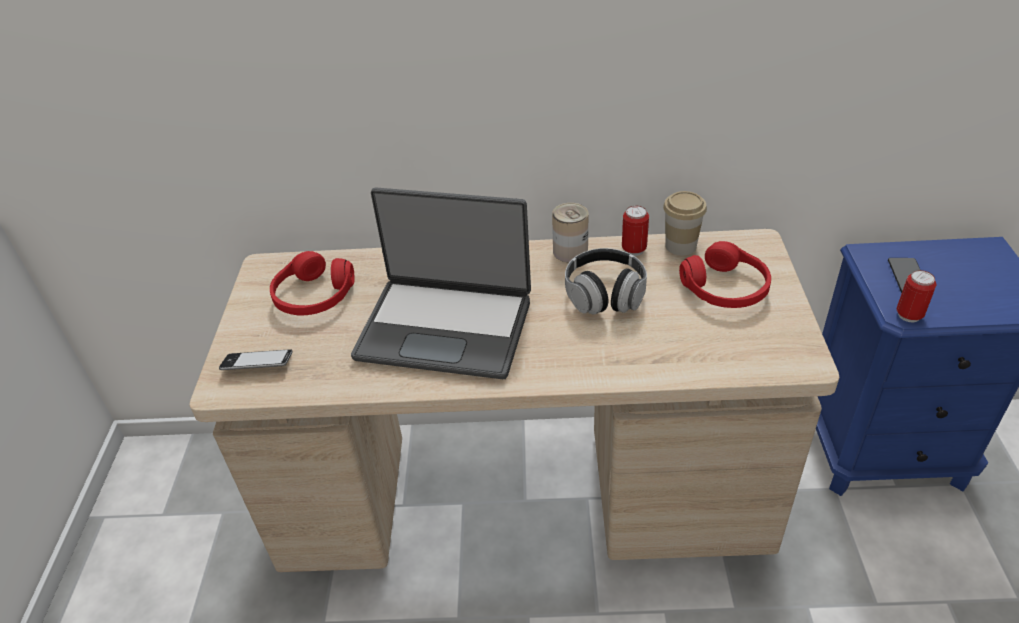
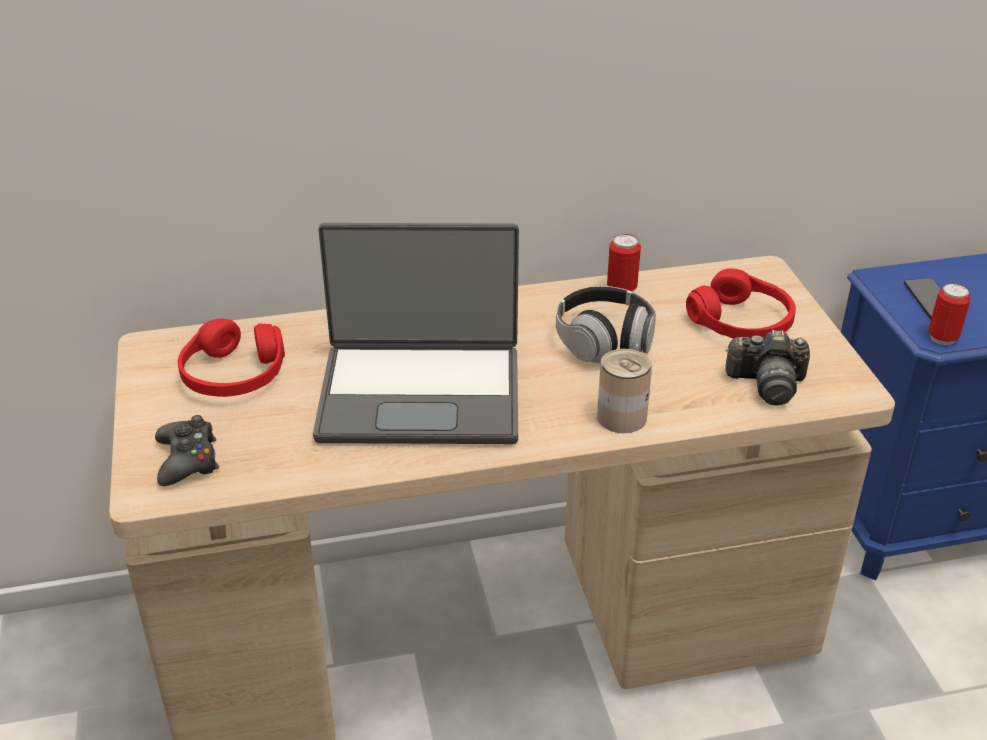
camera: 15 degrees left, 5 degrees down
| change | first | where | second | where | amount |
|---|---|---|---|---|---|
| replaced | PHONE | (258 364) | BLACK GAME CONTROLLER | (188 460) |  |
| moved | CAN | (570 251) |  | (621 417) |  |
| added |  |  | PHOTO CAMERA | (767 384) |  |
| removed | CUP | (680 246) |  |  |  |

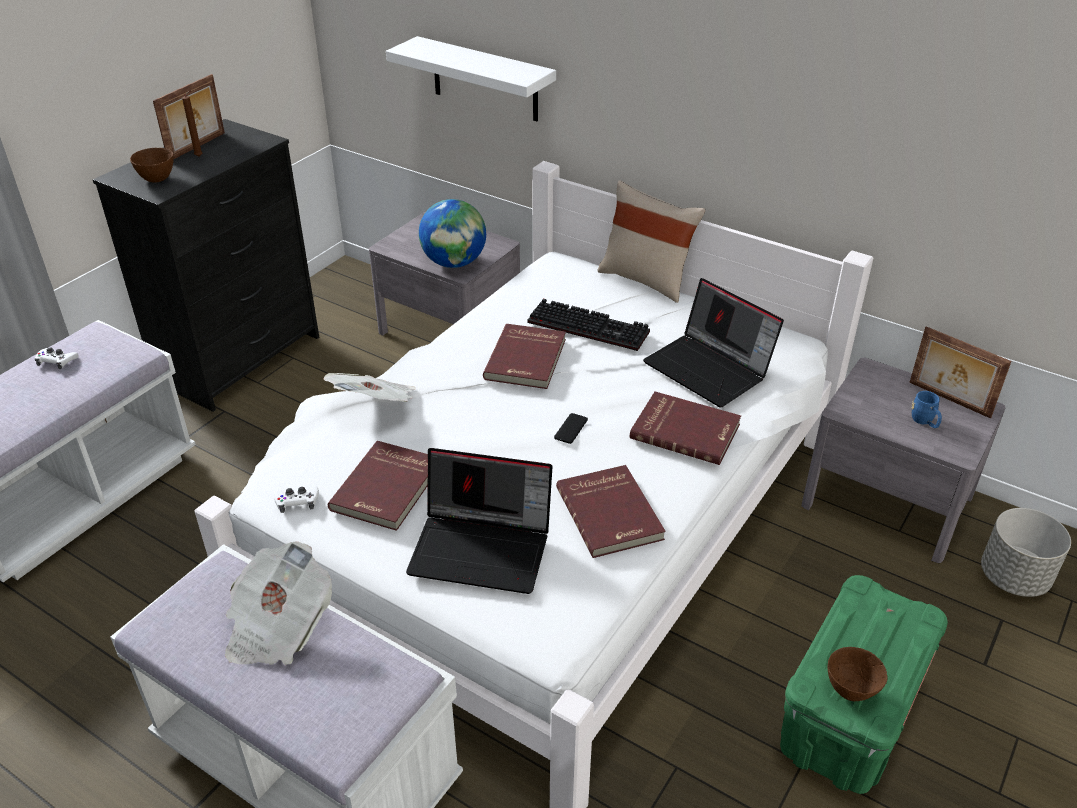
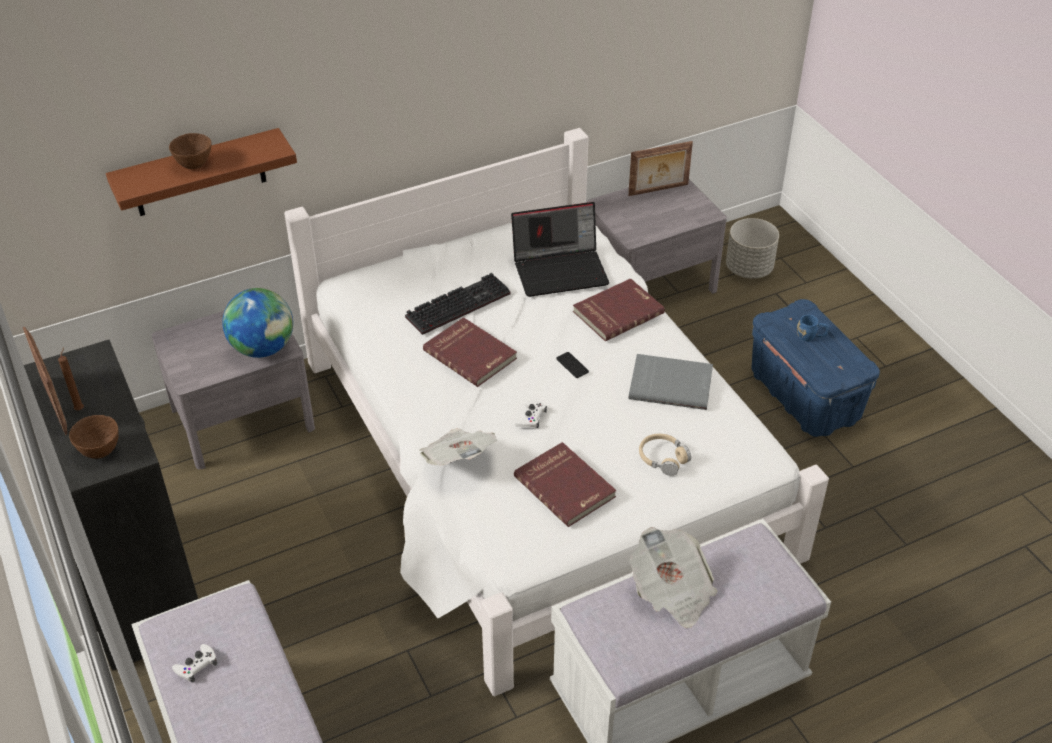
camera: 60 degrees left, 5 degrees up
| change | first | where | second | where | amount |
|---|---|---|---|---|---|
| recoloured | WHITE SHELF | (485 79) | BROWN SHELF | (199 173) |  |
| moved | BROWN BOWL | (850 689) |  | (193 164) |  |
| moved | WHITE GAME CONTROLLER | (297 502) |  | (531 418) |  |
| recoloured | RED BOOK | (611 513) | GREY BOOK | (670 384) |  |
| replaced | LAPTOP | (483 548) | BEIGE HEADPHONES | (663 458) |  |
| recoloured | GREEN STORAGE BOX | (849 719) | BLUE STORAGE BOX | (805 397) |  |
| moved | BLUE MUG | (925 422) |  | (810 337) |  |
| removed | BEIGE PILLOW | (646 279) |  |  |  |

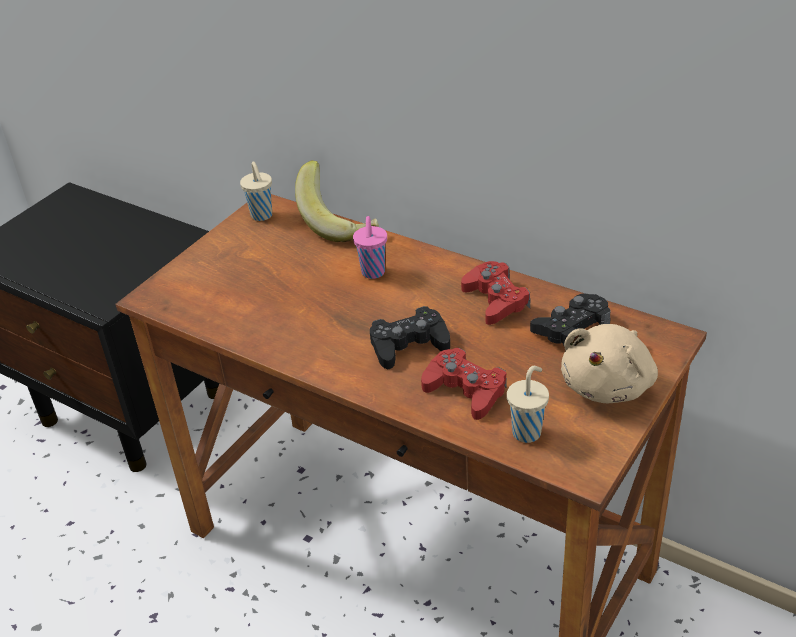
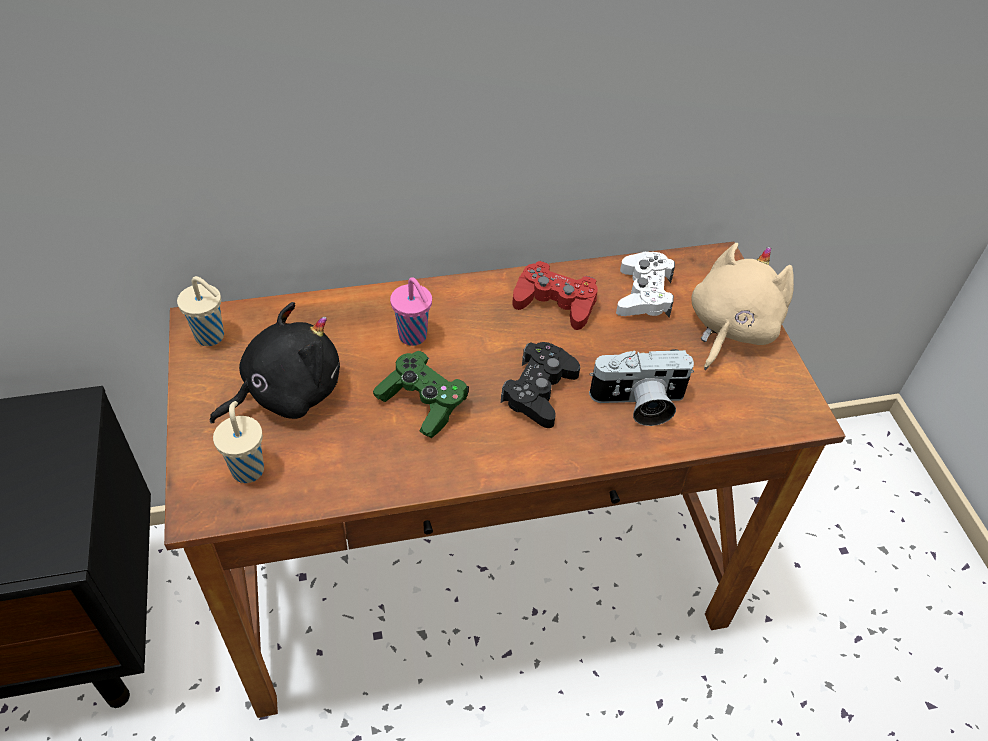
camera: 50 degrees left, 10 degrees up
| change | first | where | second | where | amount |
|---|---|---|---|---|---|
| added |  |  | BLACK PLUSH TOY | (286 392) |  |
| moved | BEIGE CUP | (527 432) |  | (248 468) |  |
| added |  |  | GREEN GAME CONTROLLER | (422 403) |  |
| replaced | RED GAME CONTROLLER | (465 390) | PHOTO CAMERA | (638 404) |  |
| recoloured | BLACK GAME CONTROLLER | (571 328) | WHITE GAME CONTROLLER | (644 294) |  |
| turned | BEIGE PLUSH TOY | (609 385) |  | (730 328) | 135 degrees counterclockwise |
| removed | BANANA | (339 223) |  |  |  |

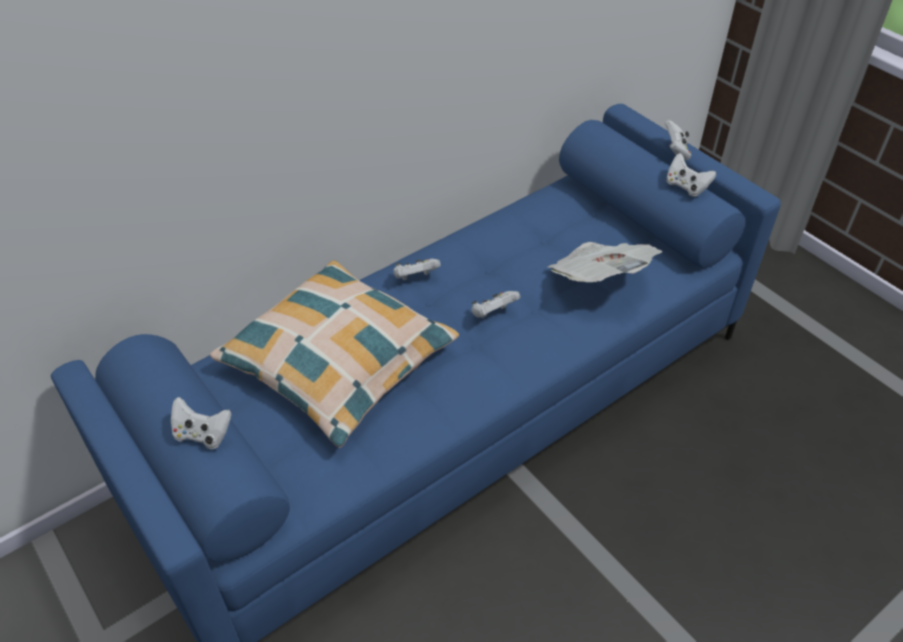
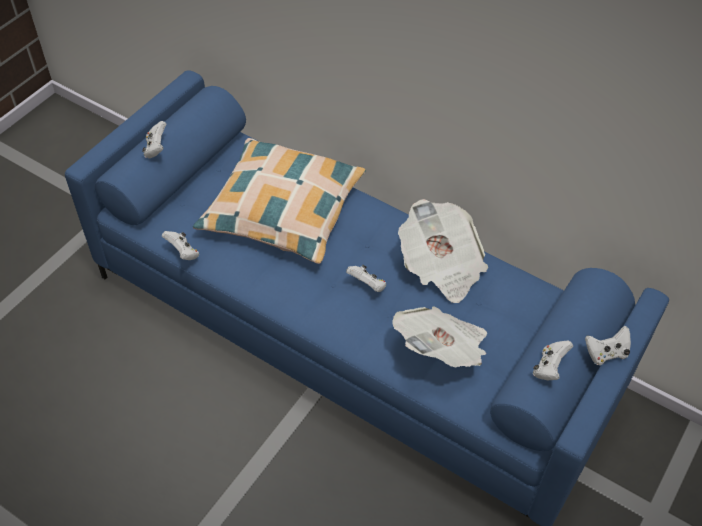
camera: 70 degrees right, 5 degrees up
| change | first | where | second | where | amount |
|---|---|---|---|---|---|
| moved | WHITE GAME CONTROLLER | (415 278) |  | (183 253) |  |
| added |  |  | NEWSPAPER | (441 266) |  |

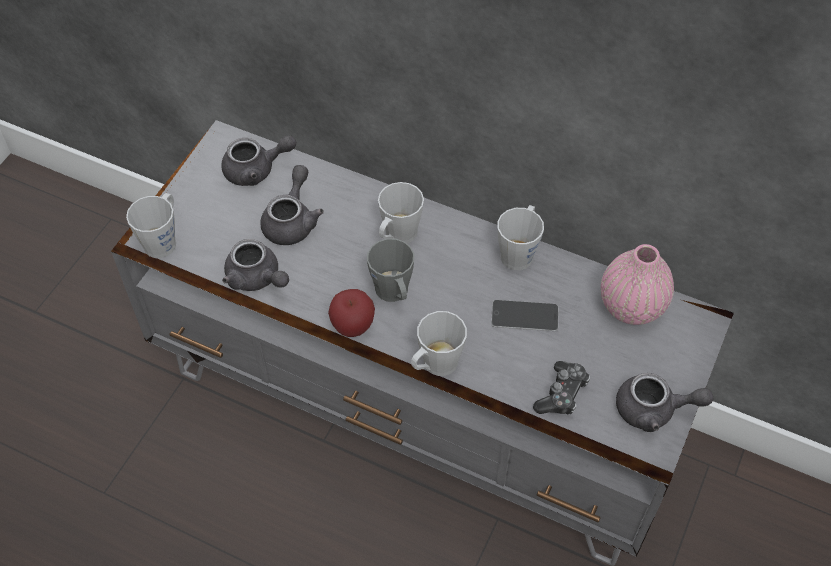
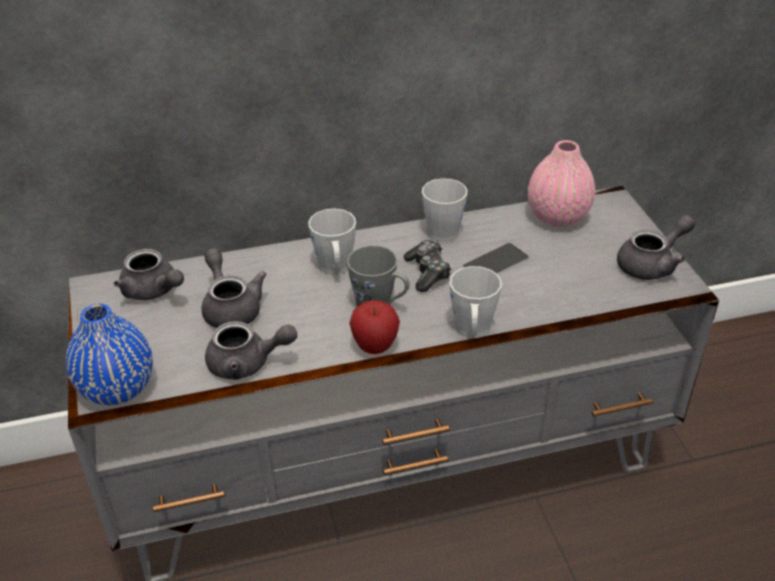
camera: 40 degrees left, 15 degrees down
| change | first | where | second | where | amount |
|---|---|---|---|---|---|
| replaced | GREY MUG | (163 240) | BLUE VASE | (117 388) |  |
| turned | GREY TEAPOT | (256 170) |  | (153 291) | 90 degrees clockwise |
| moved | GAME CONTROLLER | (562 394) |  | (428 272) |  |

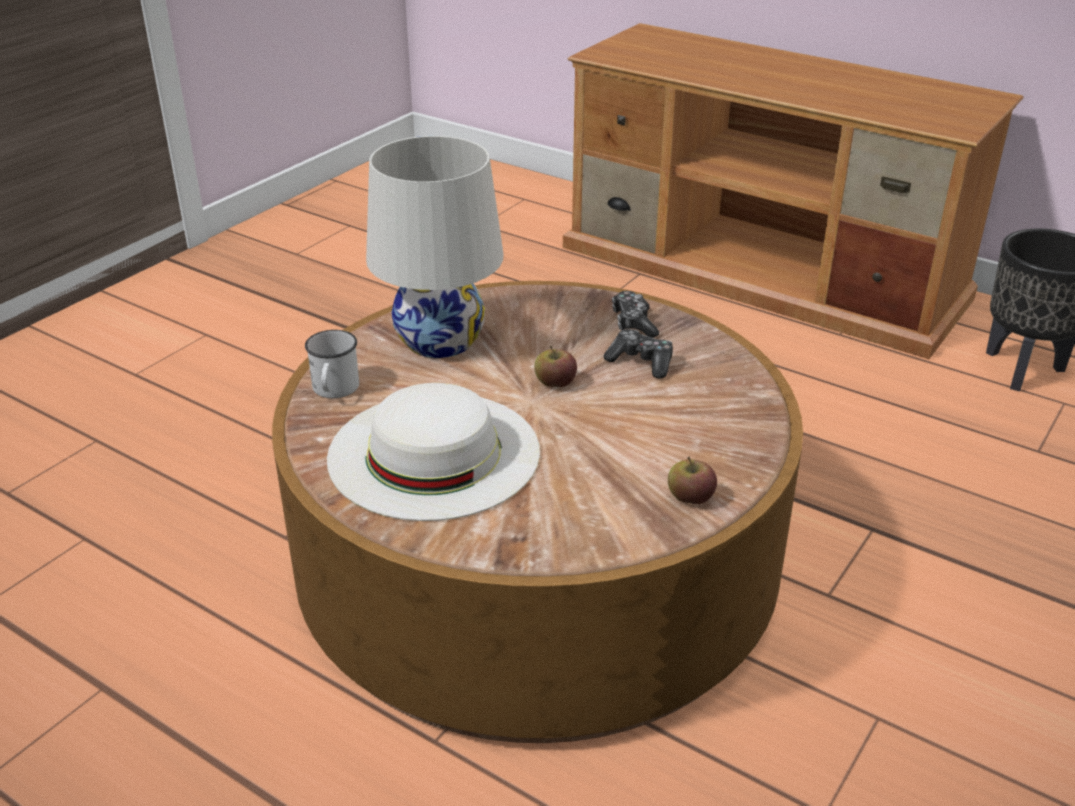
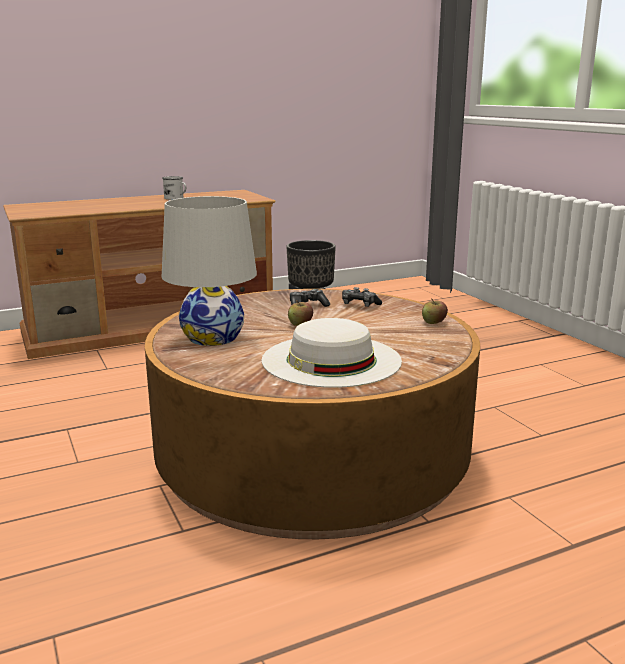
camera: 60 degrees left, 15 degrees down
| change | first | where | second | where | amount |
|---|---|---|---|---|---|
| moved | WHITE MUG | (334 390) |  | (176 198) |  |
| moved | GAME CONTROLLER | (633 323) |  | (359 305) |  |

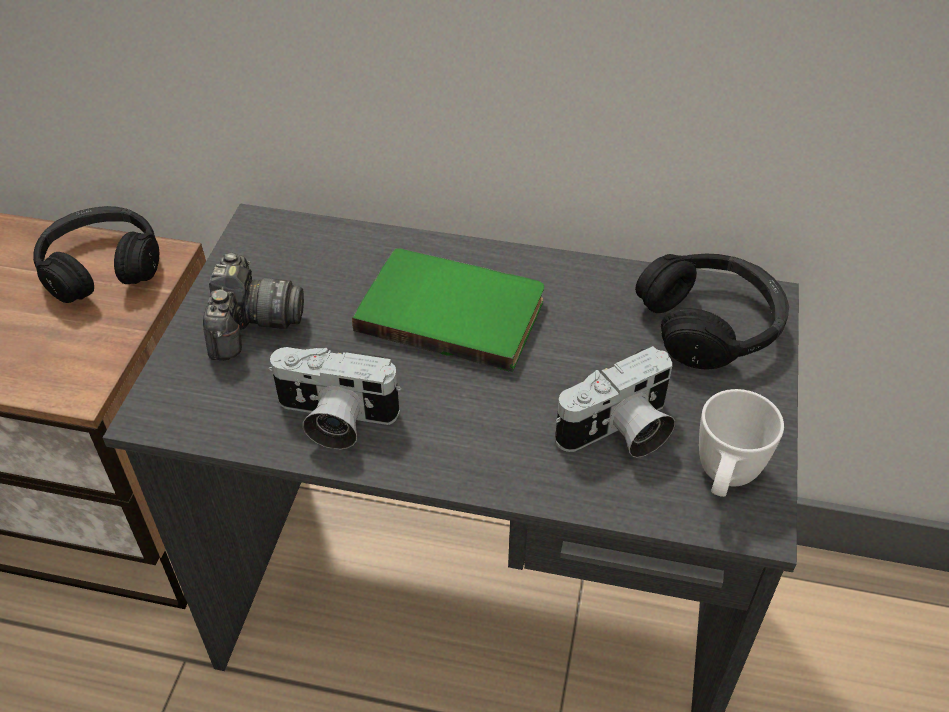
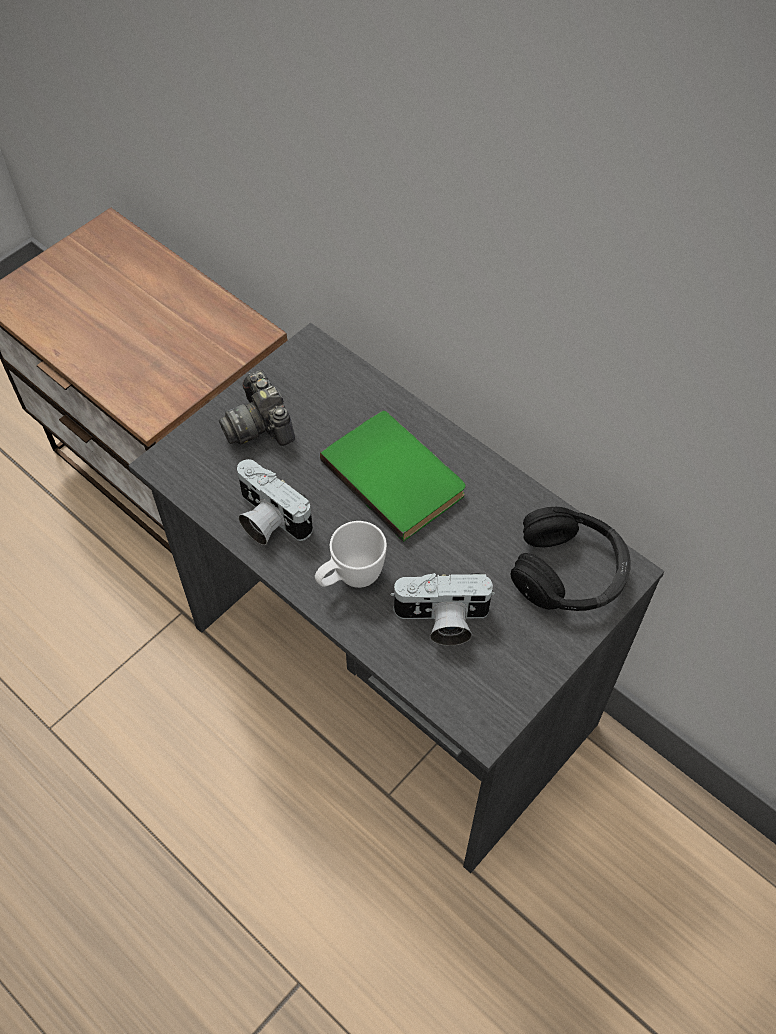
camera: 30 degrees right, 10 degrees up
| change | first | where | second | where | amount |
|---|---|---|---|---|---|
| turned | PHOTO CAMERA | (251 324) |  | (260 425) | 120 degrees clockwise |
| moved | WHITE MUG | (724 480) |  | (350 579) |  |
| removed | BLACK HEADPHONES | (102 267) |  |  |  |

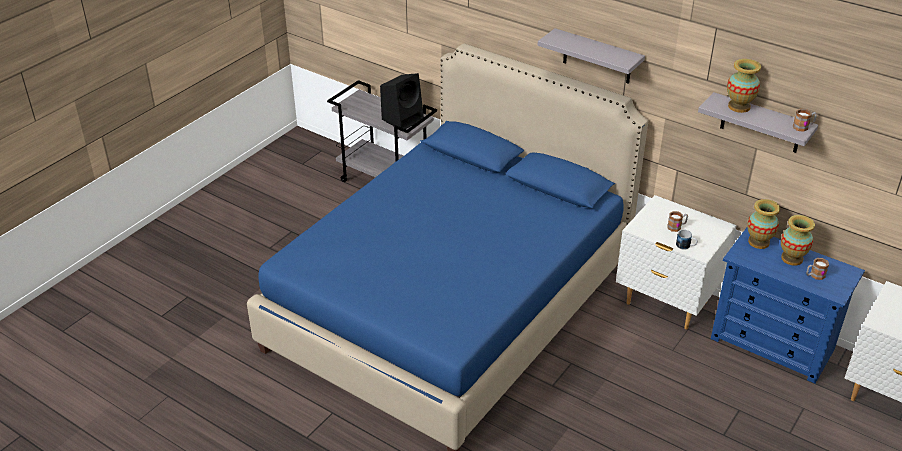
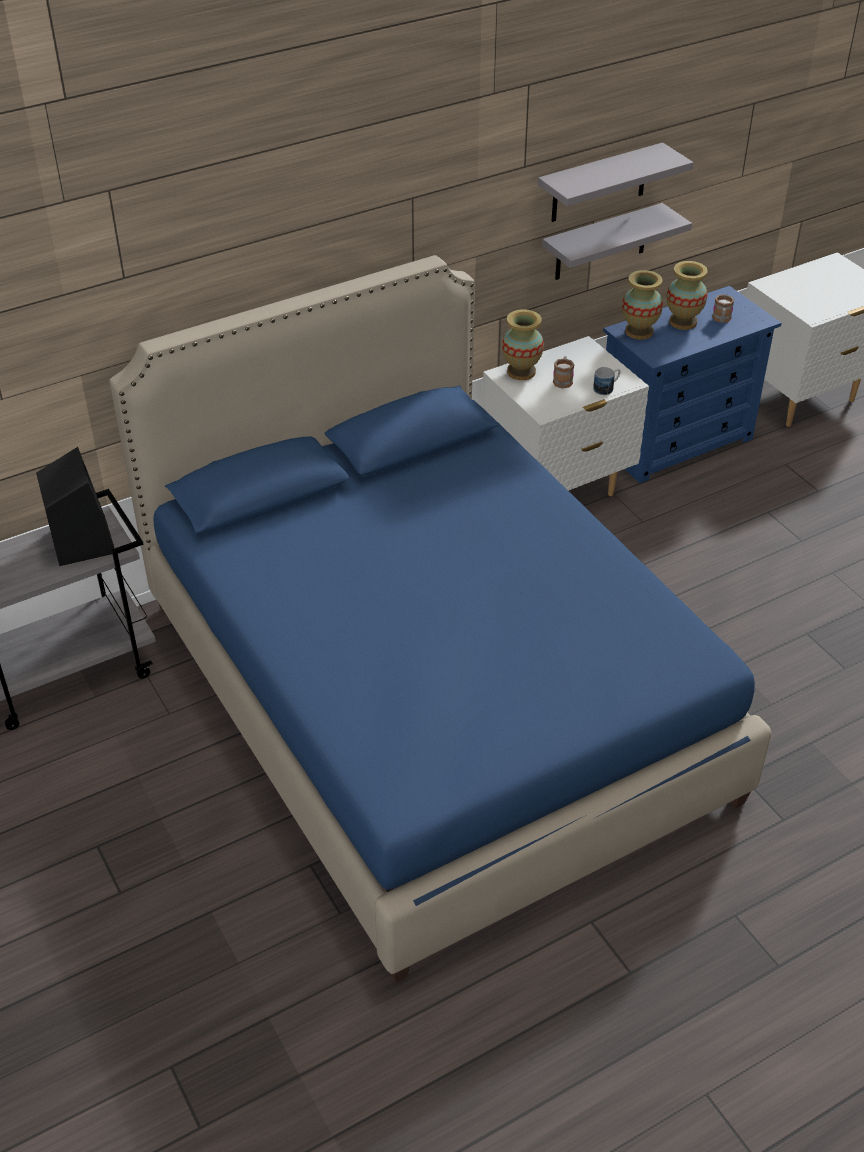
camera: 65 degrees left, 5 degrees up
| change | first | where | second | where | amount |
|---|---|---|---|---|---|
| moved | VASE | (739 106) |  | (521 372) |  |
| moved | GREY SHELF | (597 57) |  | (601 243) |  |
| removed | MUG | (803 127) |  |  |  |

